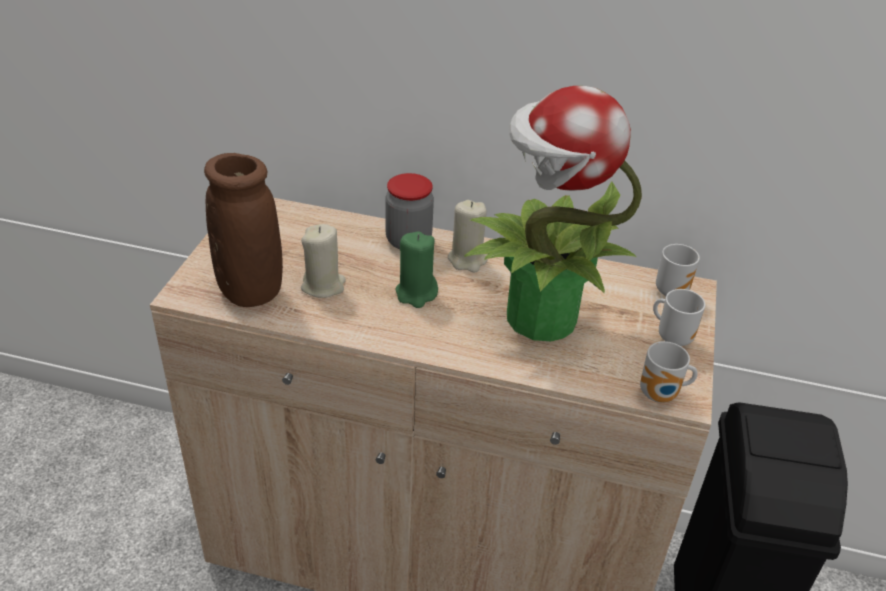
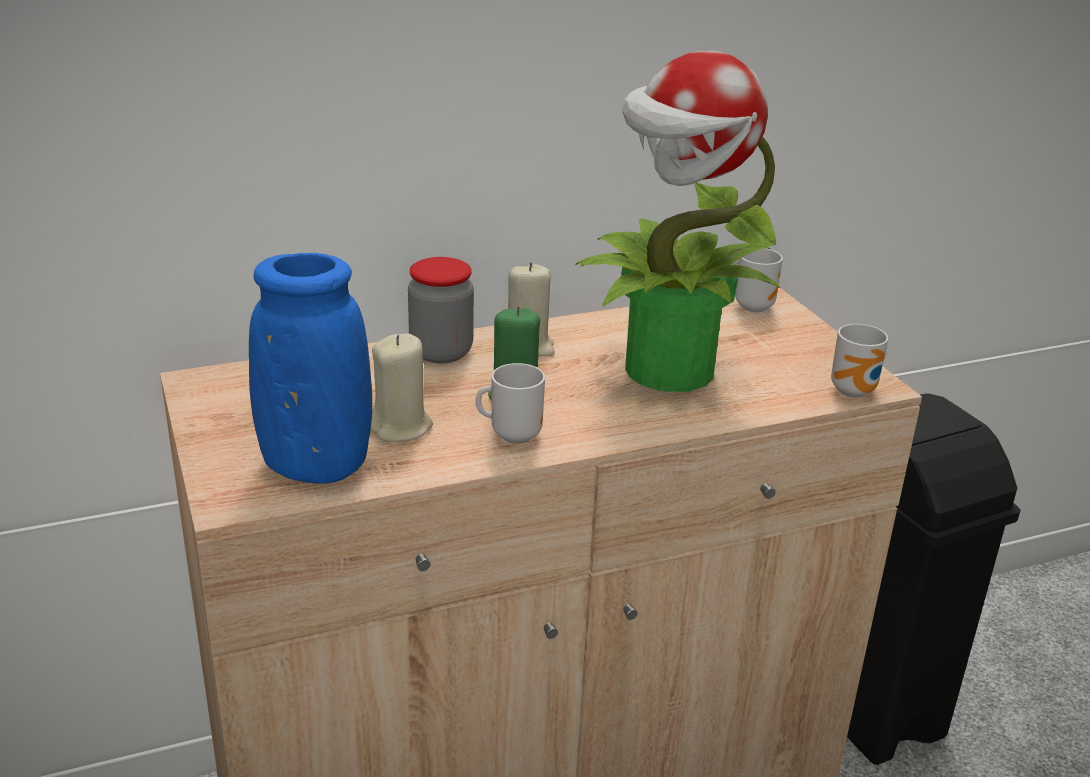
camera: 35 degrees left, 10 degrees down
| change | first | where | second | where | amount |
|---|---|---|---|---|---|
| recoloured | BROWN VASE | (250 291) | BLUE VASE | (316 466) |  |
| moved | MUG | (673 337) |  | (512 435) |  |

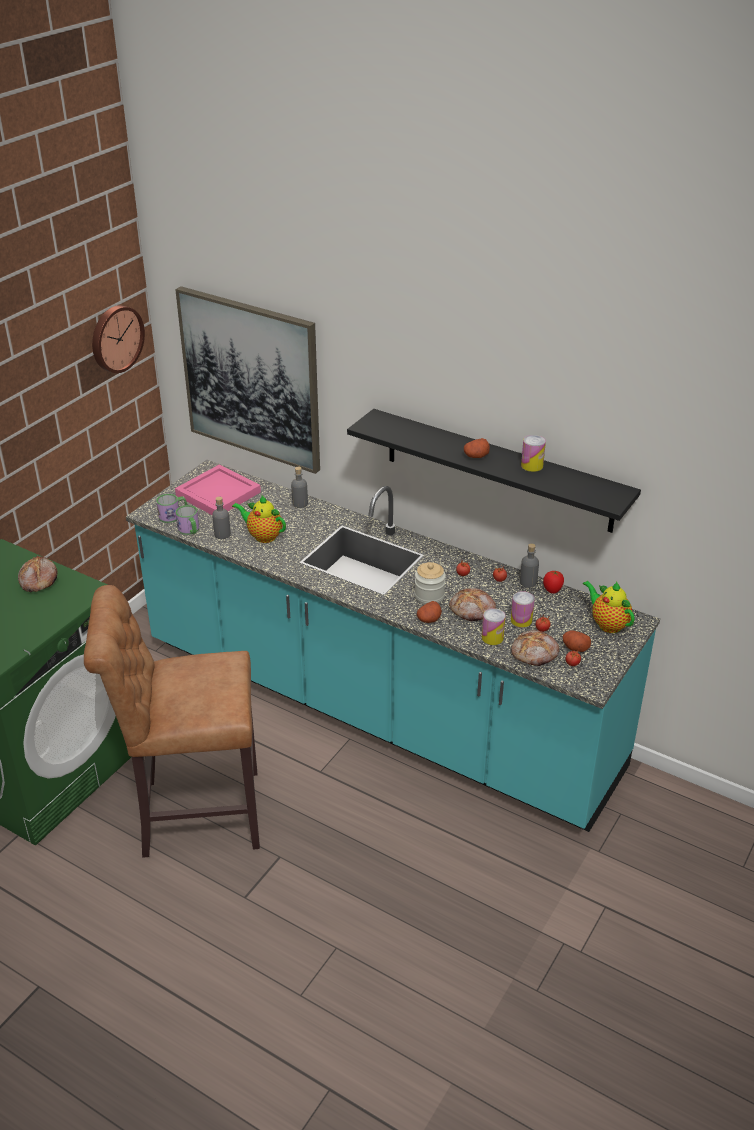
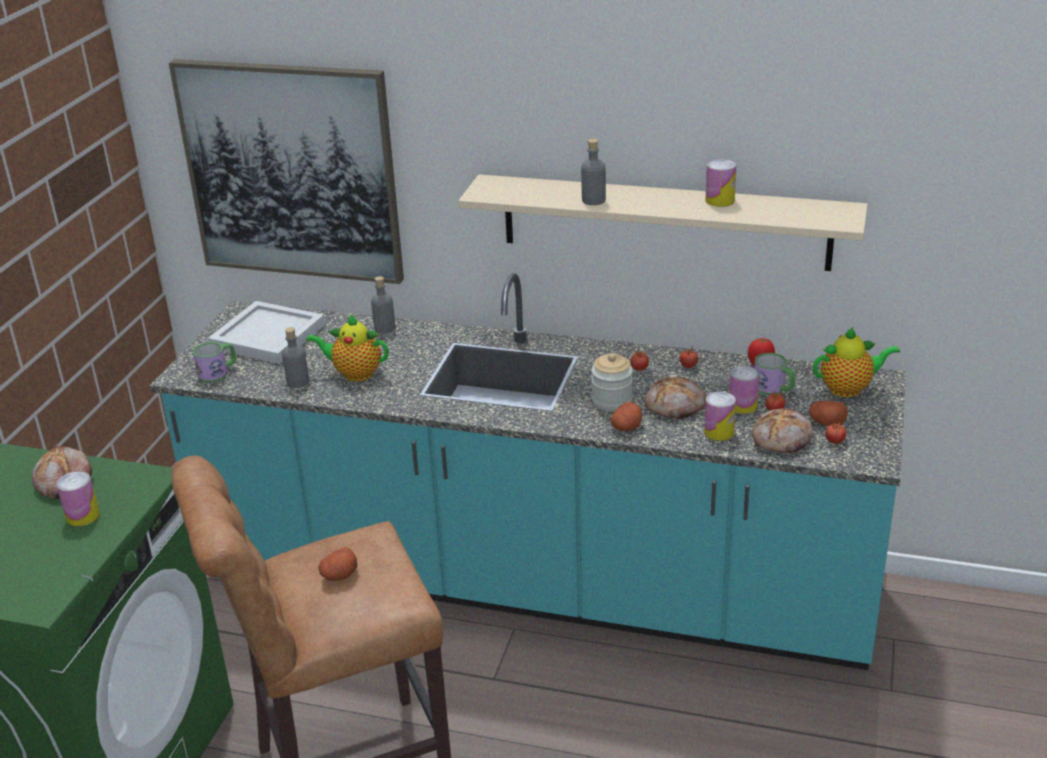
camera: 15 degrees left, 5 degrees down
| change | first | where | second | where | amount |
|---|---|---|---|---|---|
| added |  |  | CAN | (83 516) |  |
| recoloured | PINK TRAY | (218 493) | WHITE TRAY | (267 335) |  |
| moved | POTATO | (476 456) |  | (339 575) |  |
| recoloured | BLACK SHELF | (498 470) | BEIGE SHELF | (664 222) |  |
| moved | GREY BOTTLE | (528 582) |  | (593 200) |  |
| moved | MUG | (190 530) |  | (774 389) |  |
| turned | TEAPOT | (607 624) |  | (849 389) | 135 degrees clockwise |
| removed | WALL CLOCK | (115 338) |  |  |  |

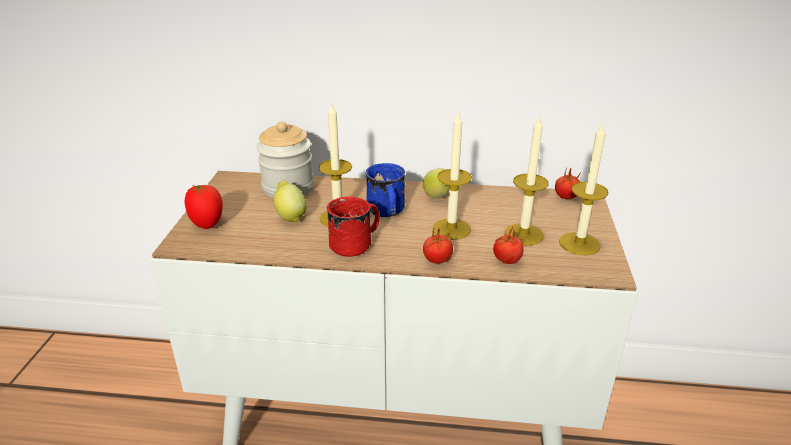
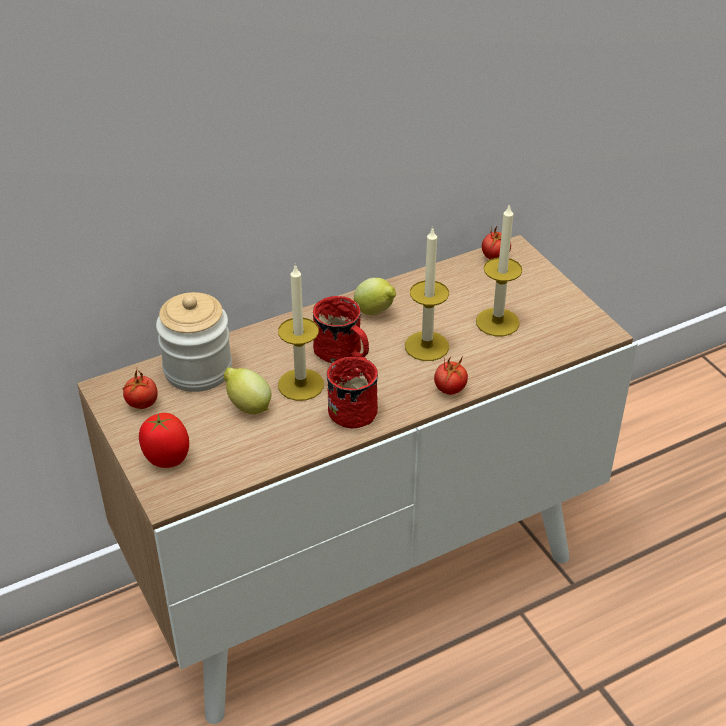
camera: 35 degrees left, 10 degrees up
| change | first | where | second | where | amount |
|---|---|---|---|---|---|
| moved | TOMATO | (506 260) |  | (142 404) |  |
| recoloured | BLUE MUG | (386 212) | RED MUG | (342 355) |  |
| removed | CANDLE | (579 244) |  |  |  |

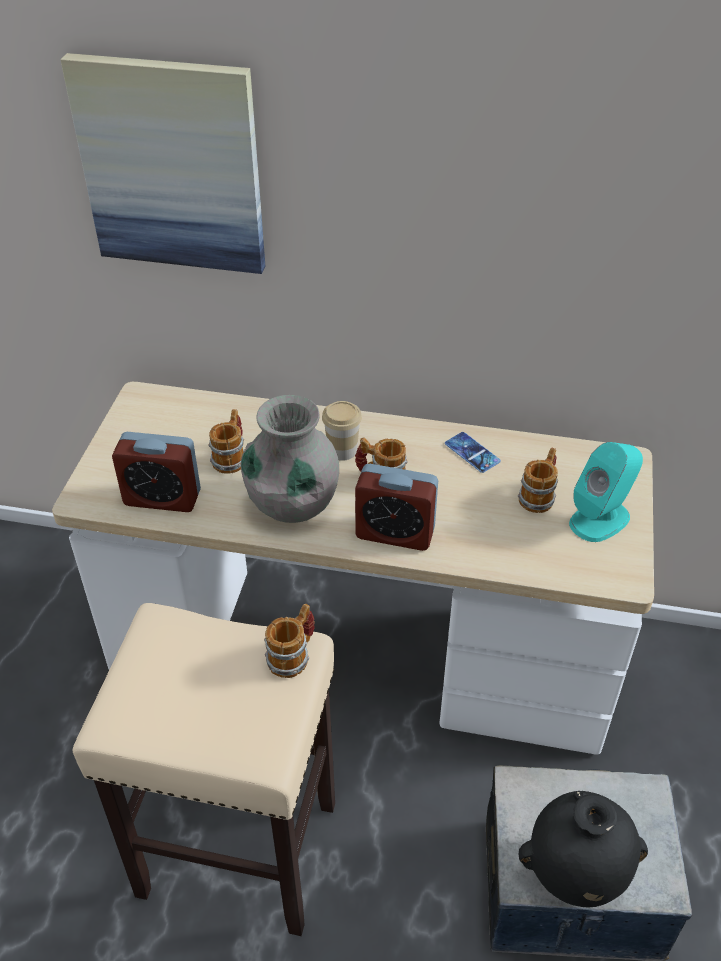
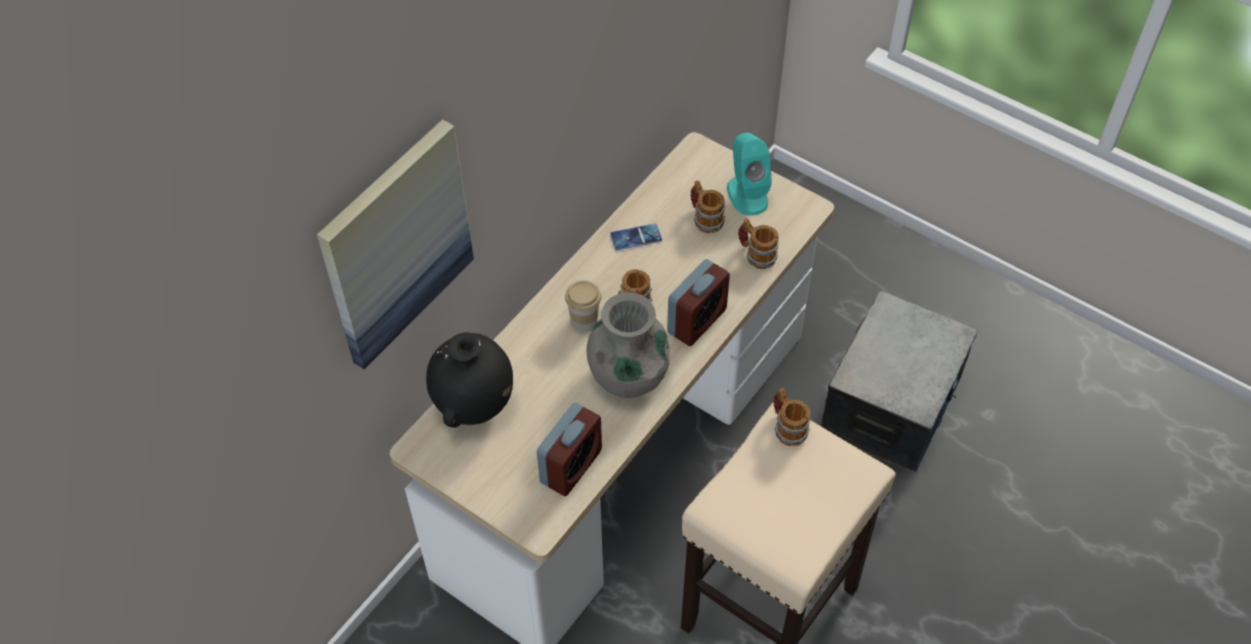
camera: 65 degrees left, 10 degrees up
| change | first | where | second | where | amount |
|---|---|---|---|---|---|
| moved | BLACK VASE | (574 874) |  | (474 405) |  |
| moved | MUG | (231 457) |  | (756 254) |  |

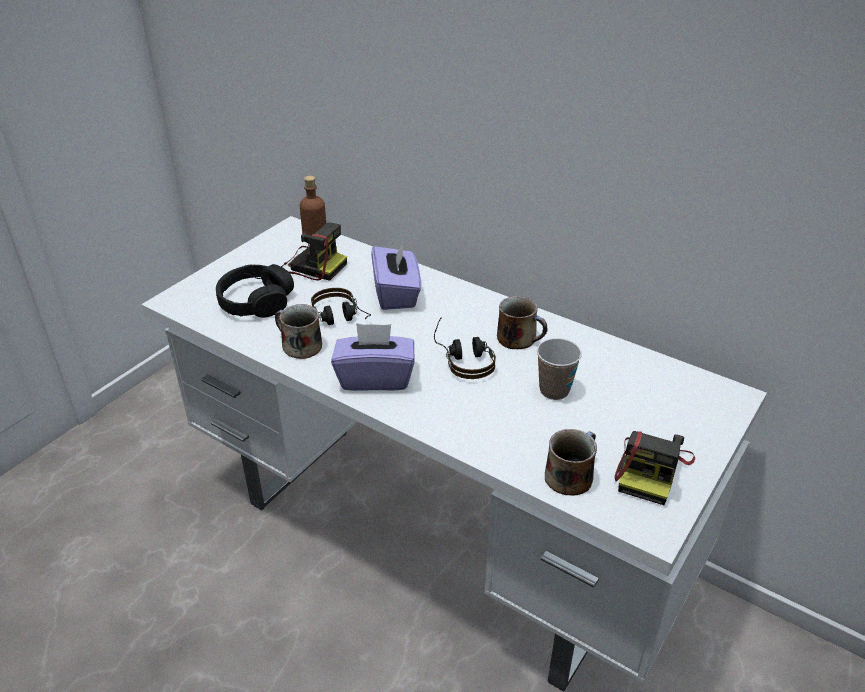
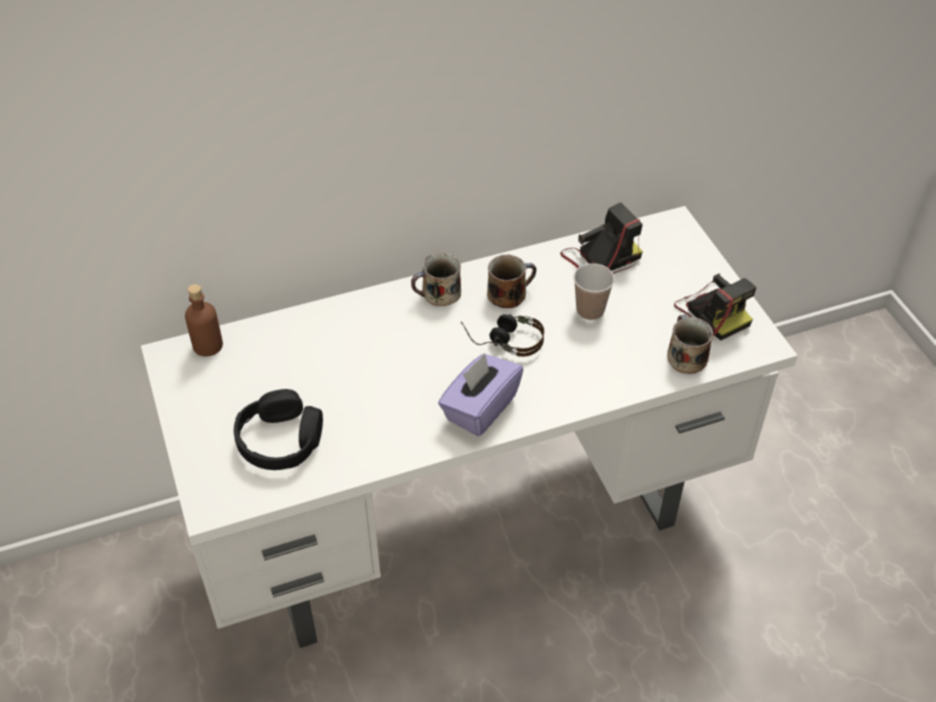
camera: 55 degrees left, 10 degrees up
| change | first | where | second | where | amount |
|---|---|---|---|---|---|
| moved | MUG | (300 345) |  | (439 293) |  |
| moved | PHOTO CAMERA | (312 265) |  | (601 259) |  |
| removed | HEADPHONES | (341 319) |  |  |  |
| removed | PURPLE TISSUE BOX | (396 294) |  |  |  |

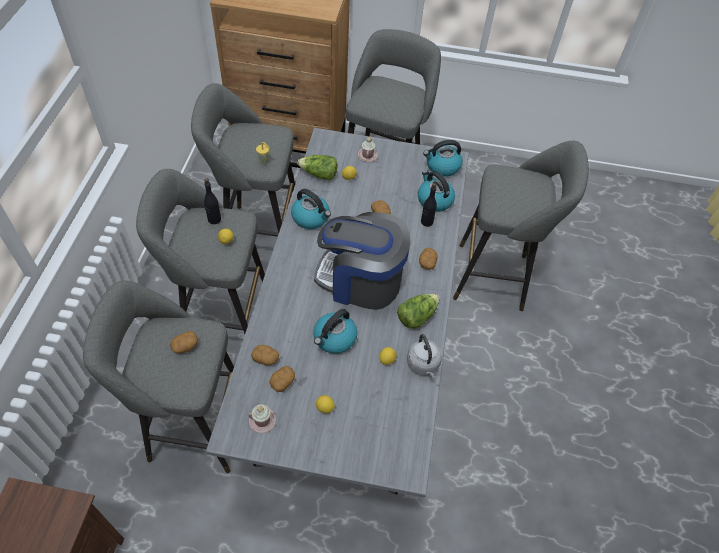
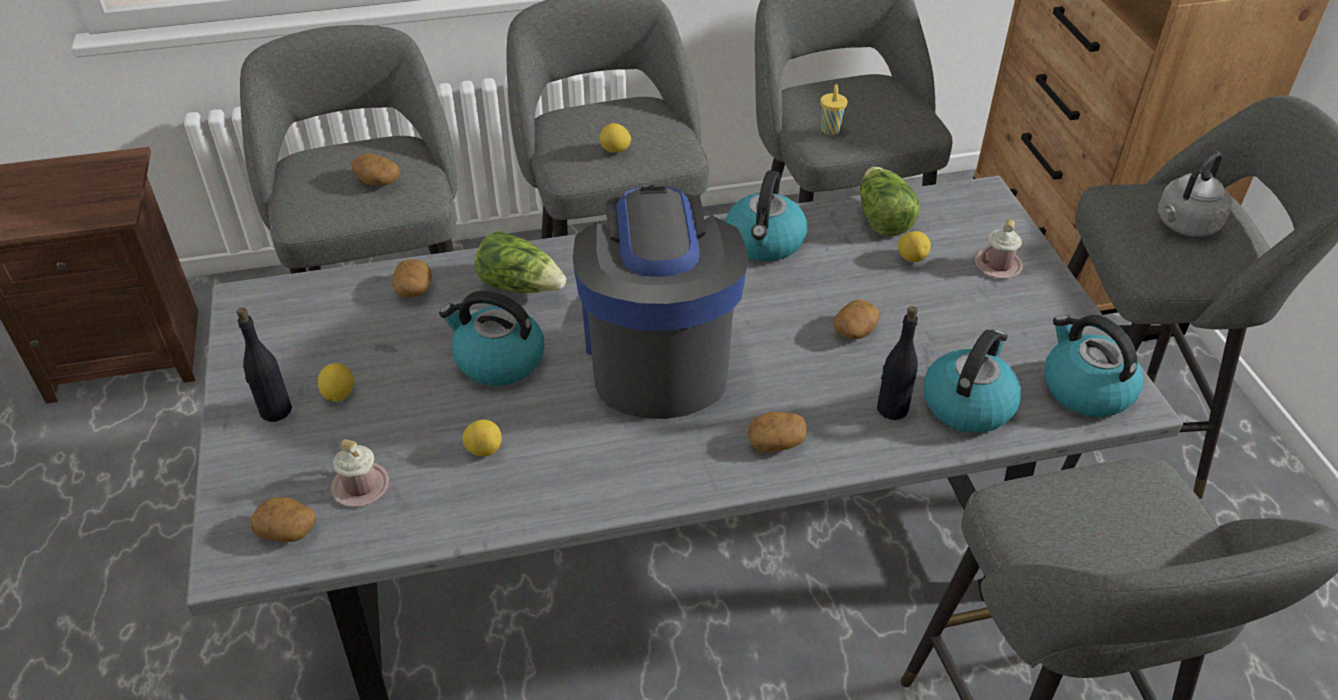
camera: 70 degrees right, 10 degrees down
| change | first | where | second | where | amount |
|---|---|---|---|---|---|
| moved | BLACK BOTTLE | (214 219) |  | (275 410) |  |
| moved | POTATO | (282 382) |  | (288 530) |  |
| moved | PINK MUG | (262 420) |  | (360 486) |  |
| moved | LETTUCE | (416 316) |  | (521 286) |  |
| moved | GREY KETTLE | (423 364) |  | (1185 225) |  |

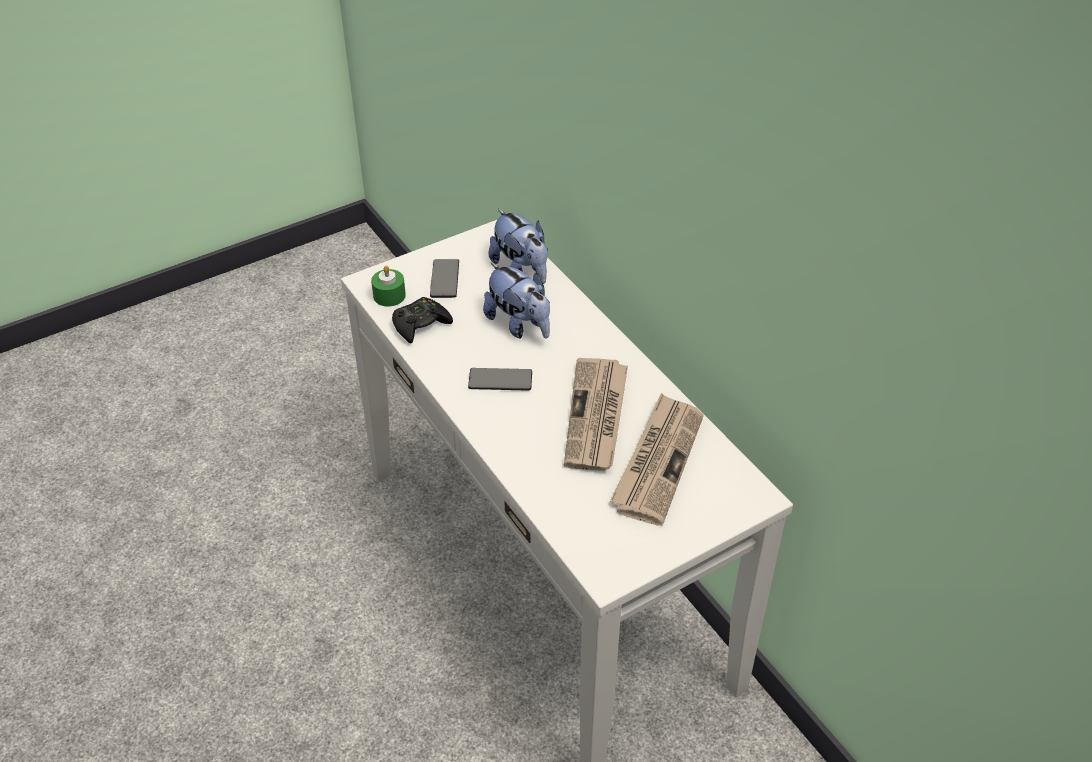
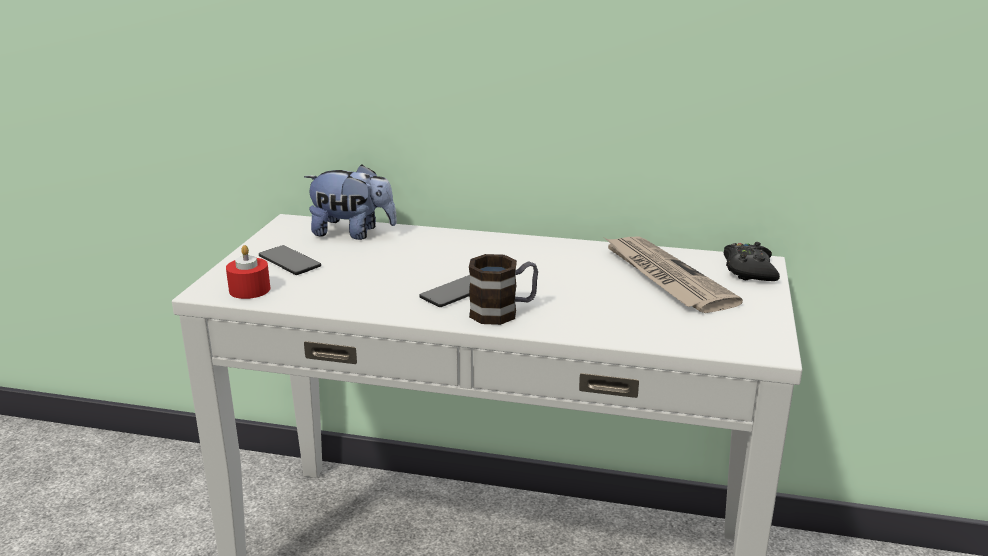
camera: 45 degrees left, 20 degrees down
| change | first | where | second | where | amount |
|---|---|---|---|---|---|
| recoloured | GREEN CANDLE | (389 295) | RED CANDLE | (249 290) |  |
| added |  |  | MUG | (503 312) |  |
| moved | BLACK GAME CONTROLLER | (420 324) |  | (749 270) |  |
| removed | PLUSH TOY | (519 325) |  |  |  |
| removed | NEWSPAPER | (596 417) |  |  |  |

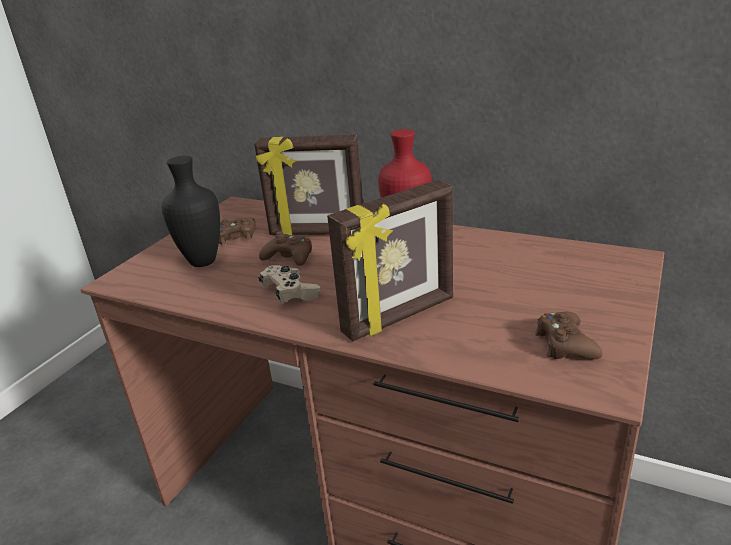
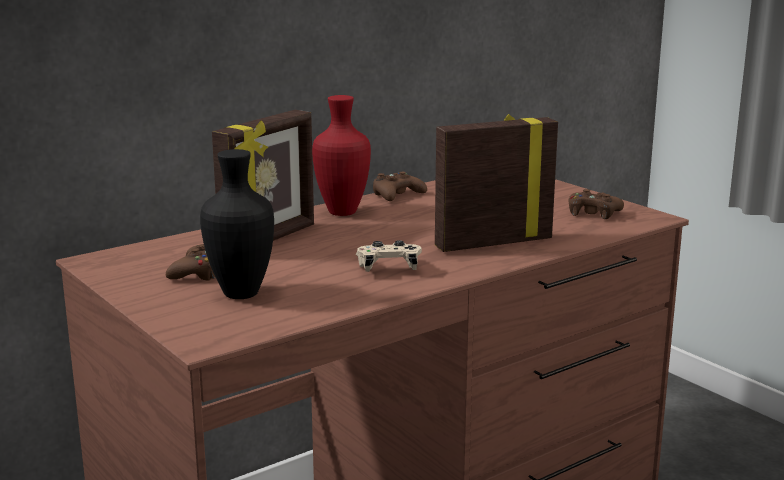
camera: 65 degrees left, 10 degrees down
| change | first | where | second | where | amount |
|---|---|---|---|---|---|
| moved | BROWN GAME CONTROLLER | (289 257) |  | (397 195) |  |
| turned | PICTURE FRAME | (400 316) |  | (492 243) | 105 degrees counterclockwise |

